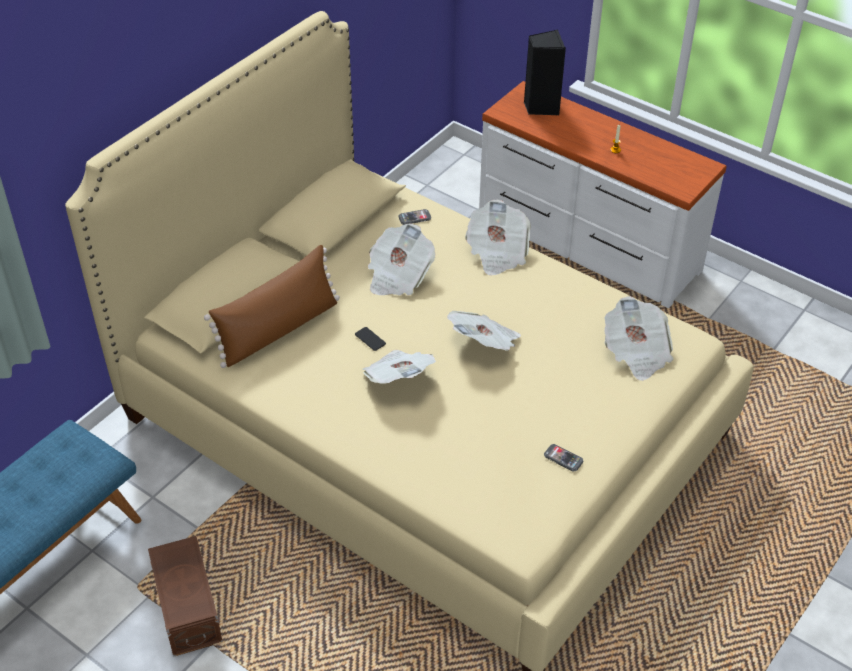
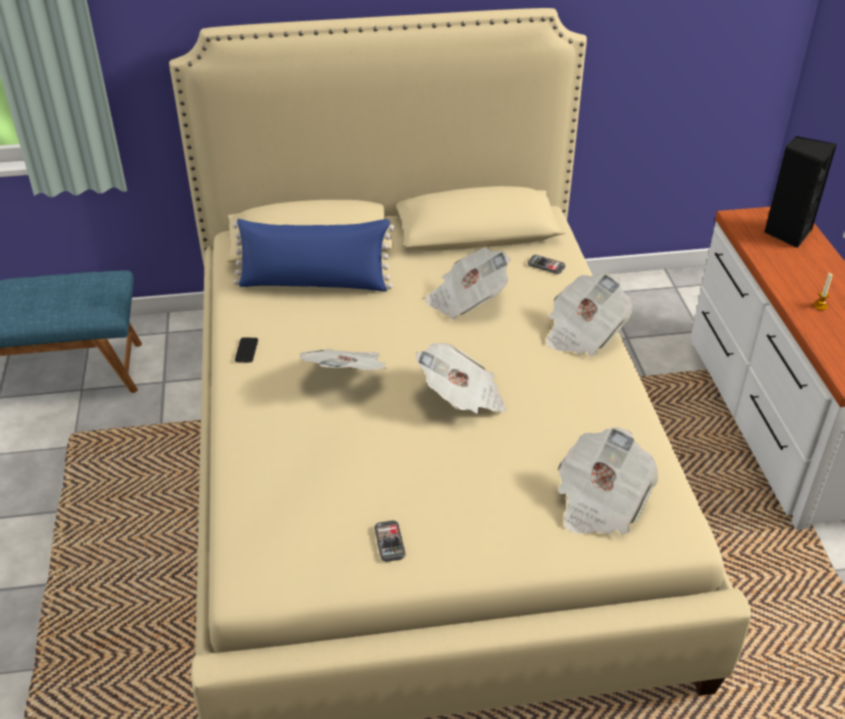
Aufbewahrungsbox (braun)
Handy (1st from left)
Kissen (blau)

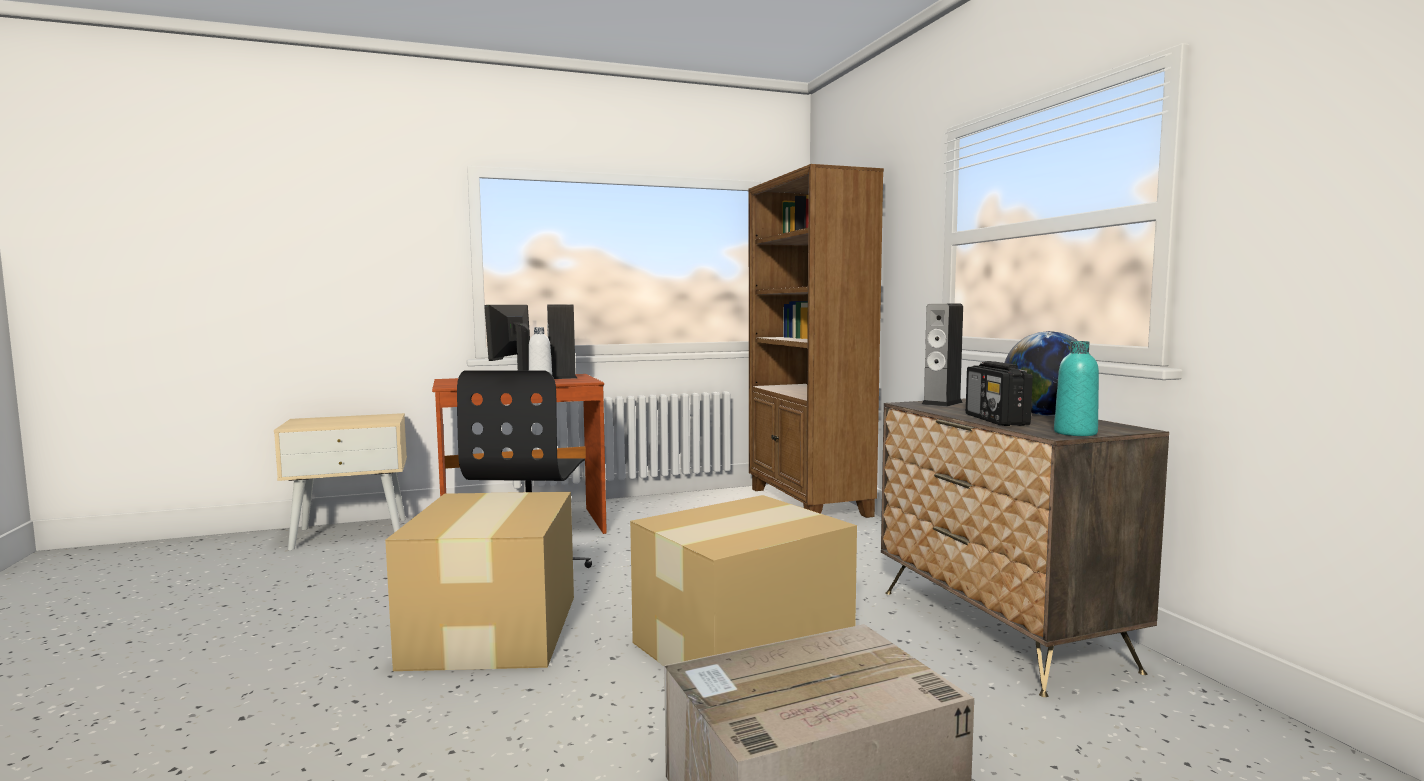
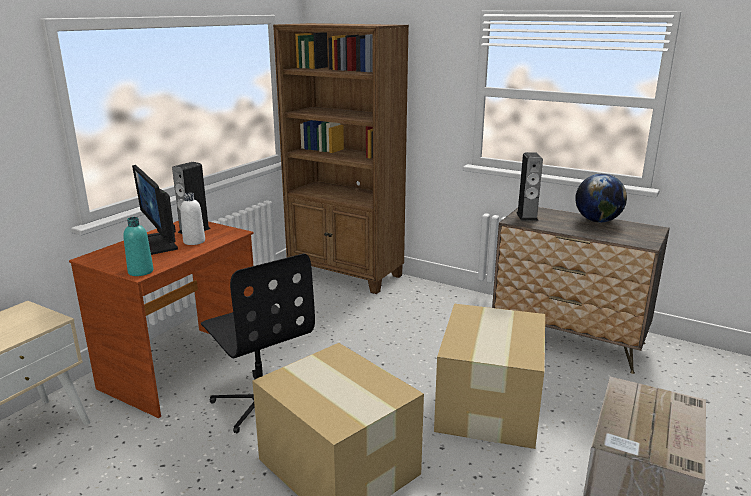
Radio
Flasche (türkis)

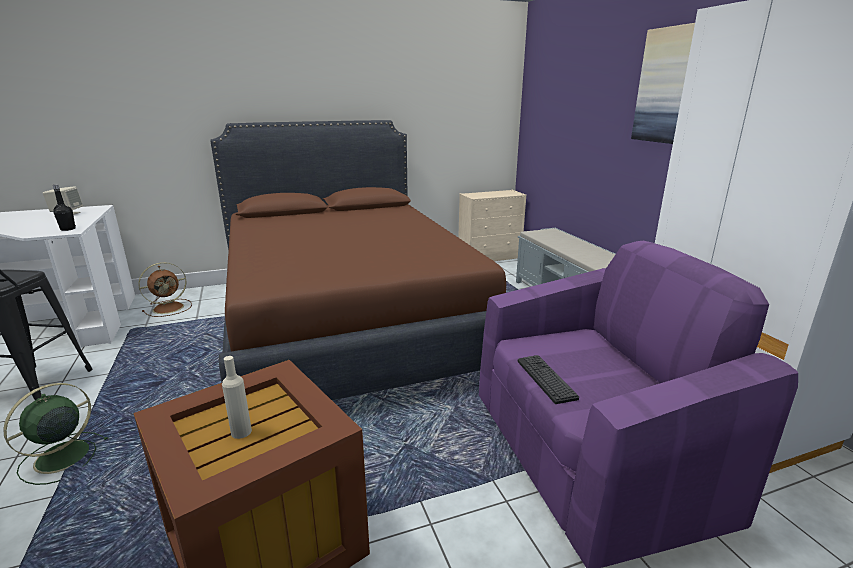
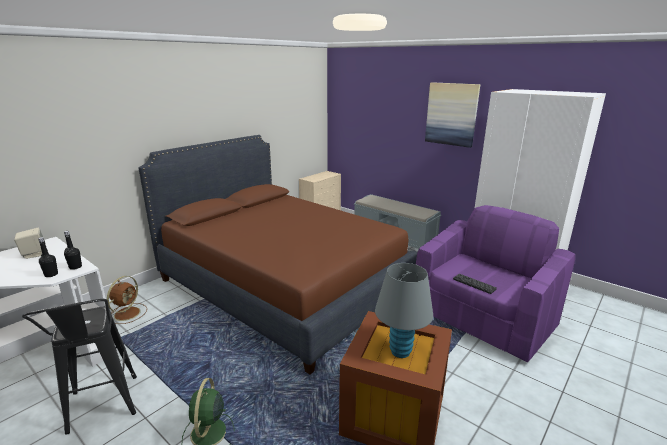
Flasche (schwarz) (1st from left)
Tischlampe (grau)

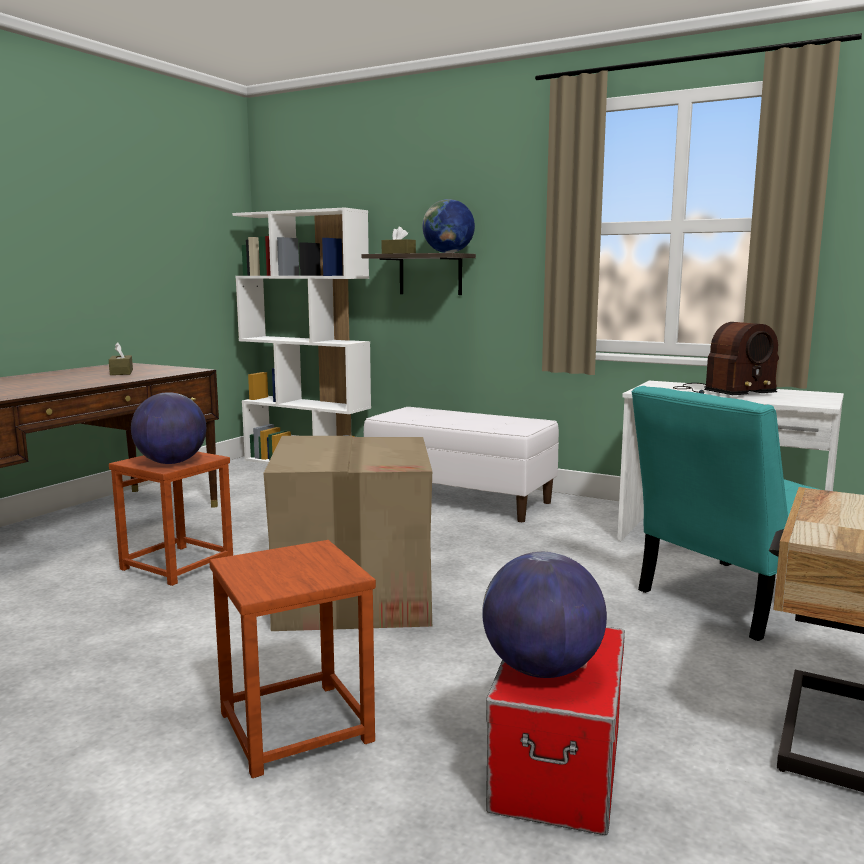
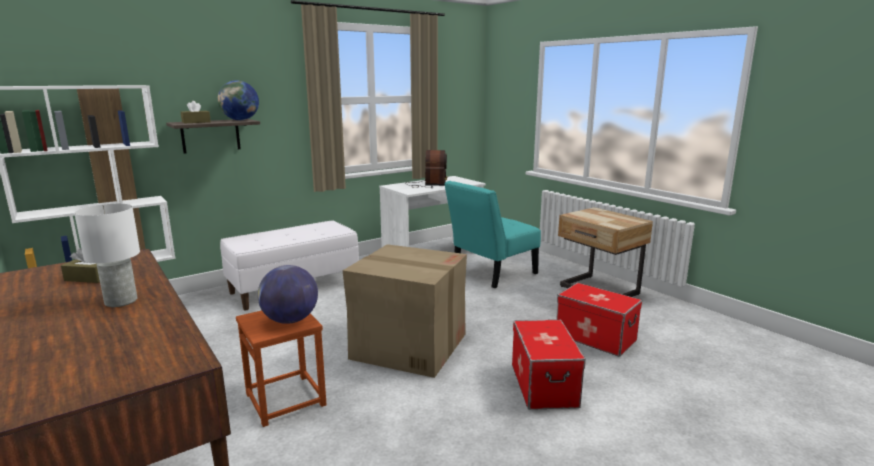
Globus (3rd from left in the first image)
Tischlampe (weiß)
Aufbewahrungsbox (1st from left)
Stuhl (türkis)

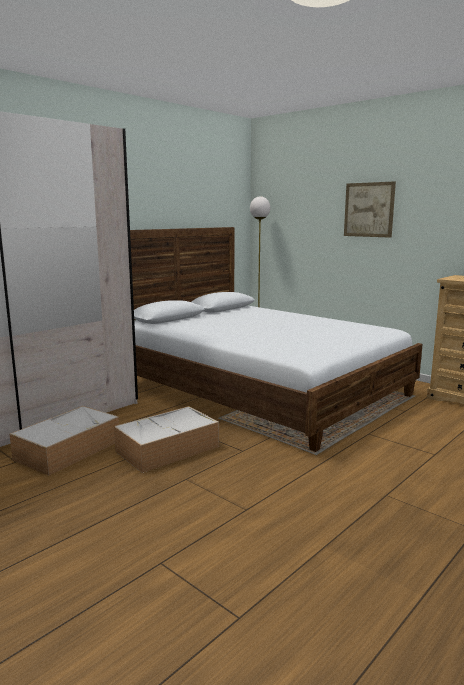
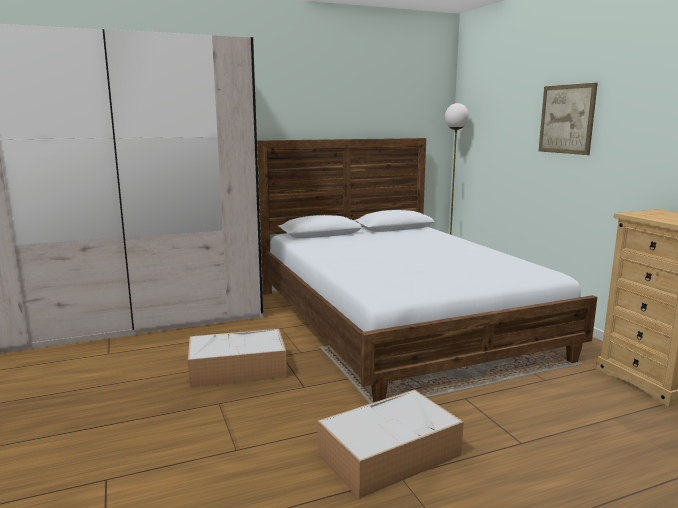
Aufbewahrungsbox (2nd from left)

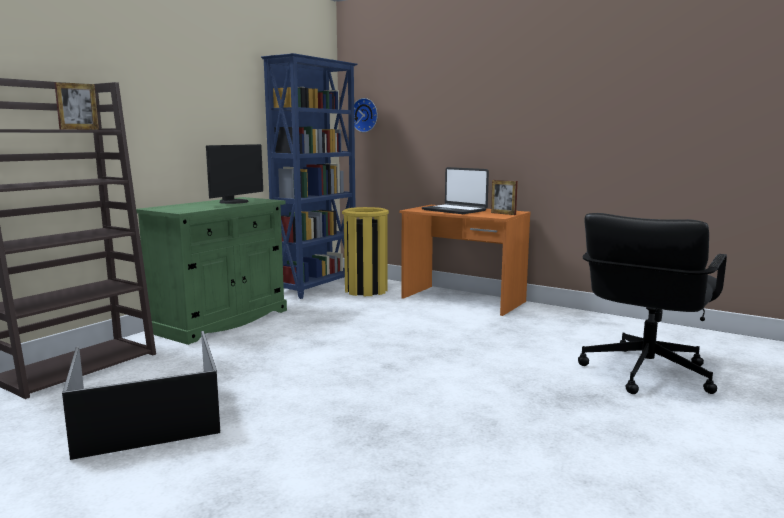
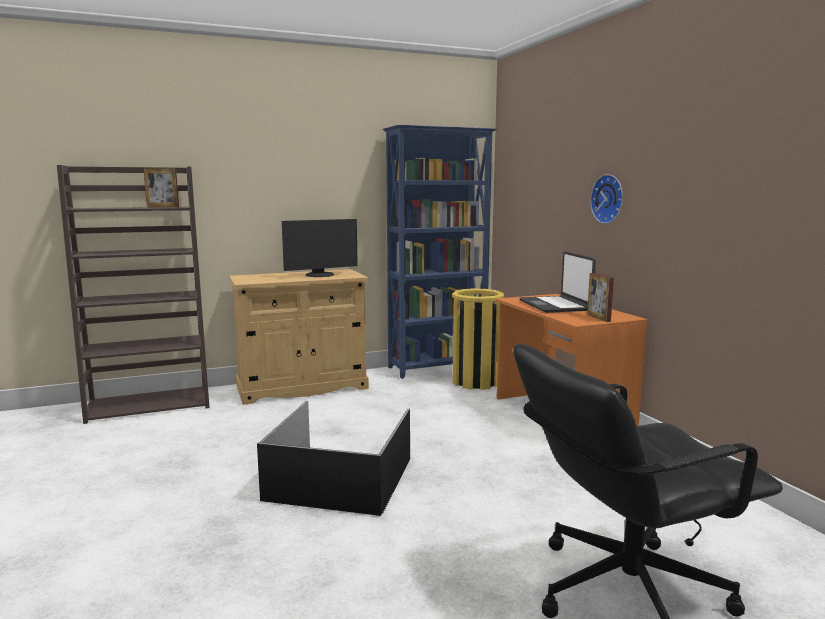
Aufbewahrungsbox (schwarz)
Wanduhr
Schrank (beige)

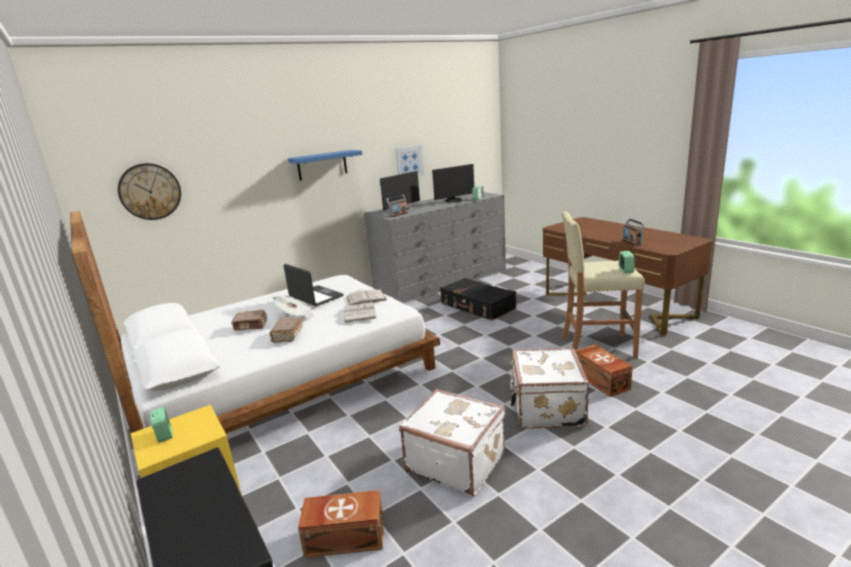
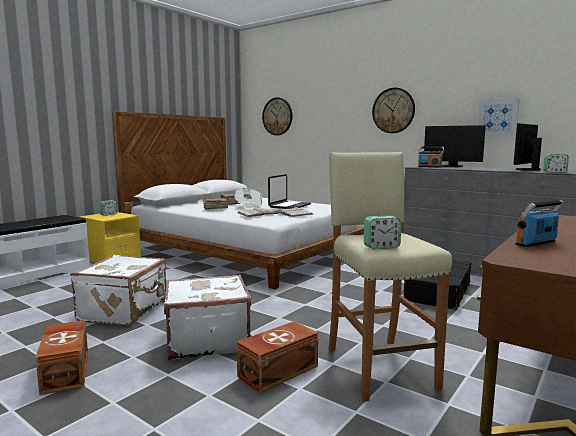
Aufbewahrungsbox (braun) (1st from left)
Wanduhr (2nd from left)
Monitor (2nd from left)

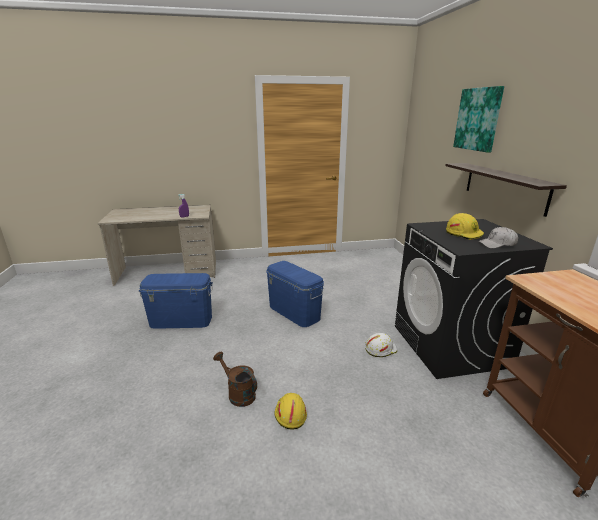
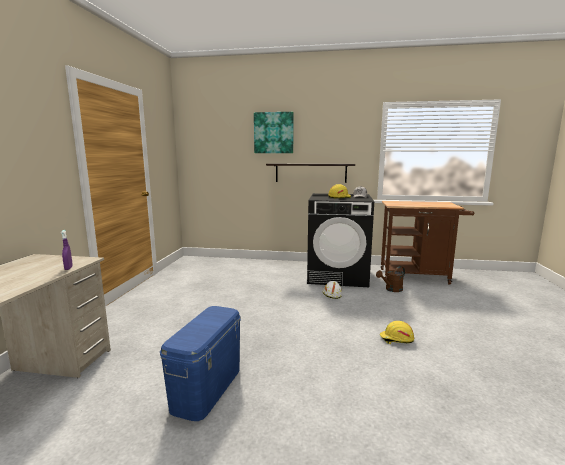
Aufbewahrungsbox (blau) (2nd from left in the first image)
Gießkanne (braun)

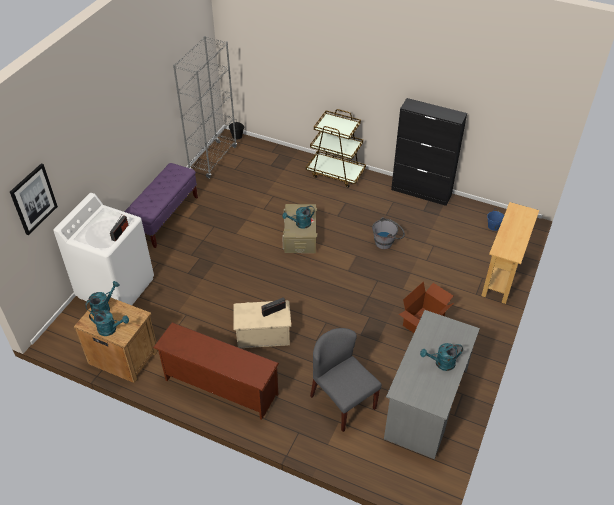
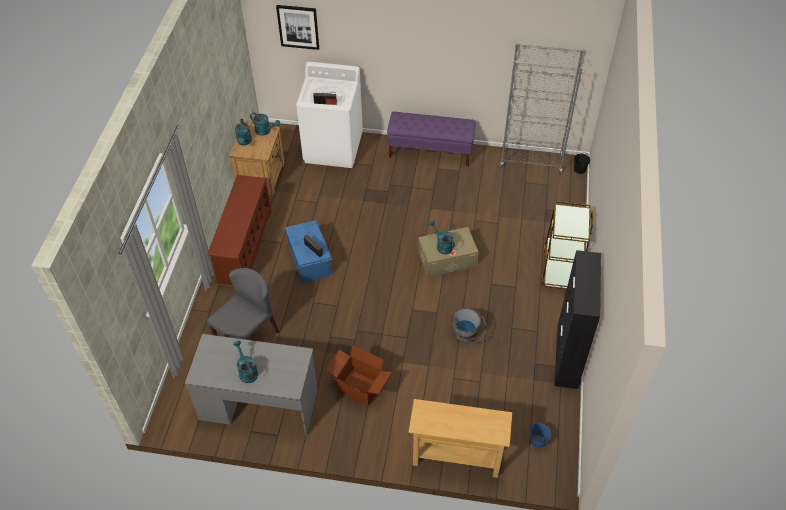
Aufbewahrungsbox (blau)

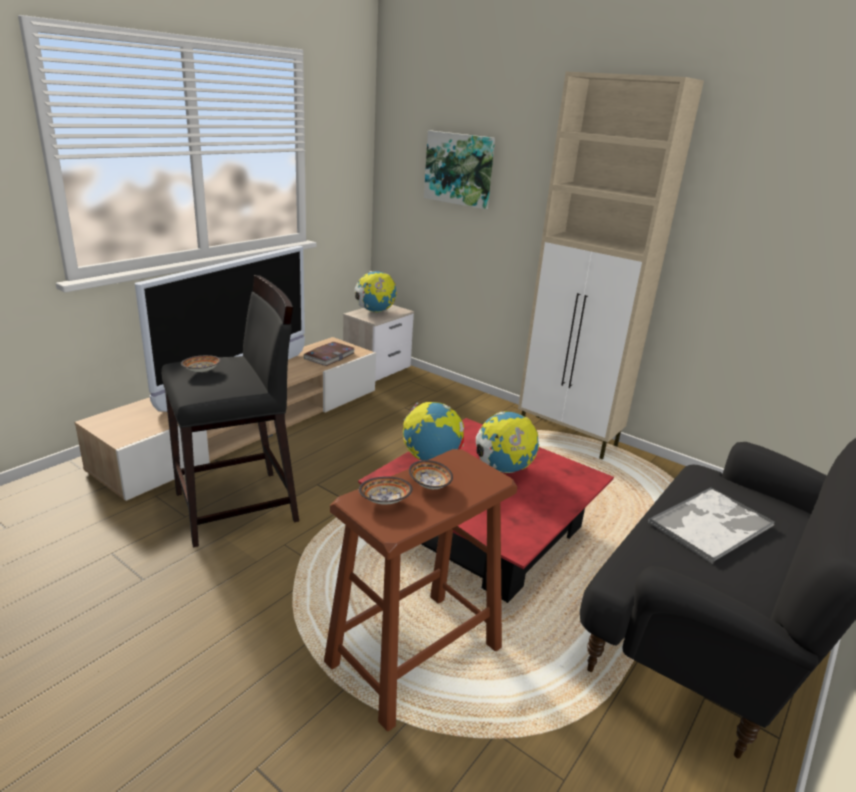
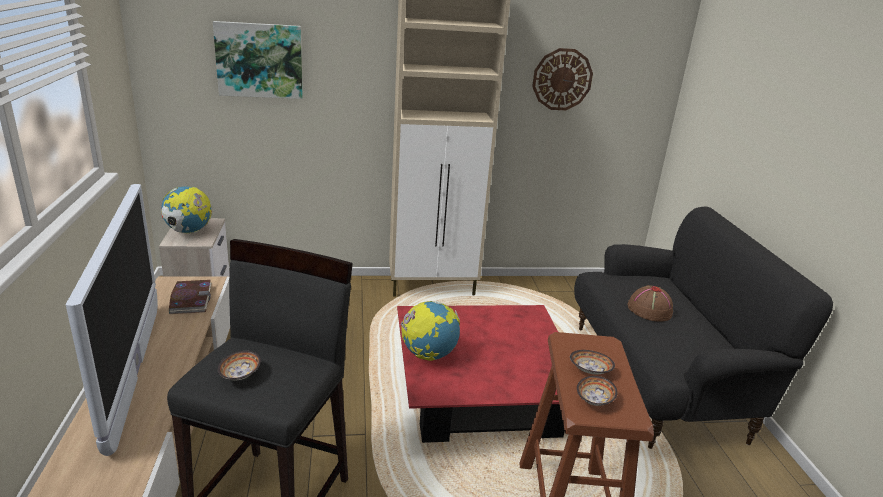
Globus (3rd from left in the first image)
Wanduhr
Hut (braun)

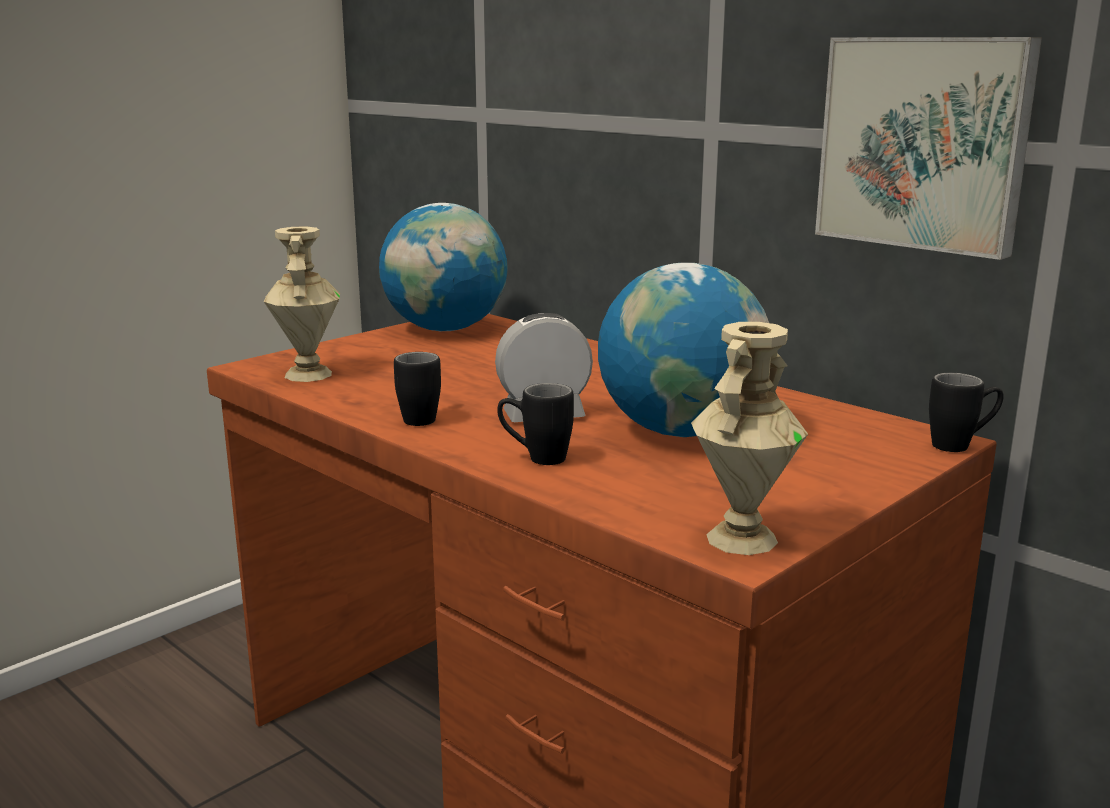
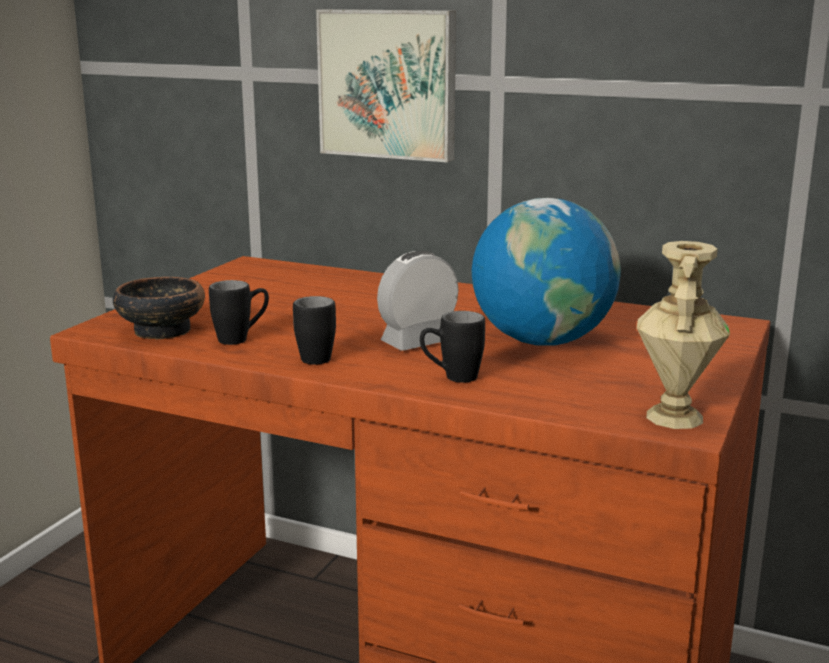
Globus (1st from left in the first image)
Bild
Henkelbecher (schwarz) (1st from left)
Schüssel

